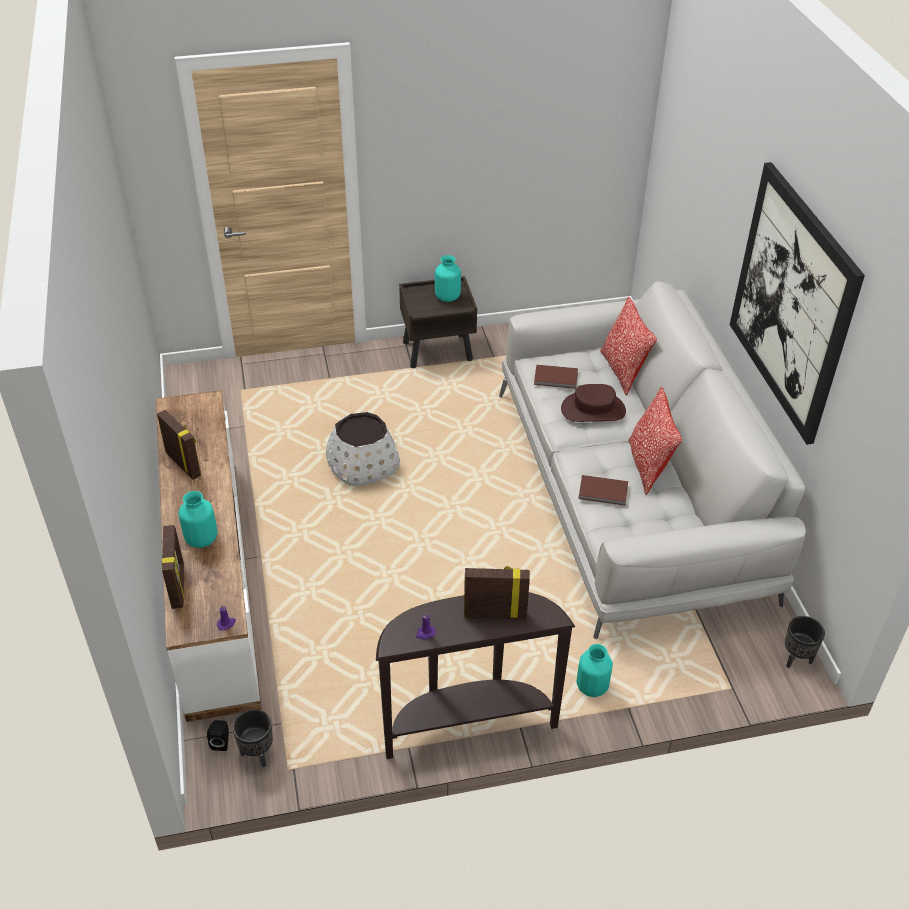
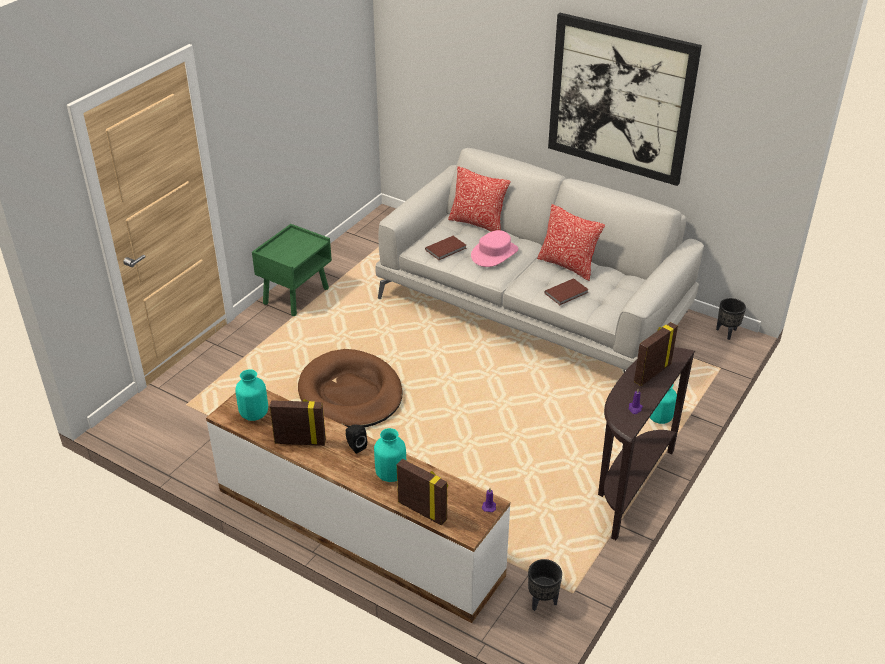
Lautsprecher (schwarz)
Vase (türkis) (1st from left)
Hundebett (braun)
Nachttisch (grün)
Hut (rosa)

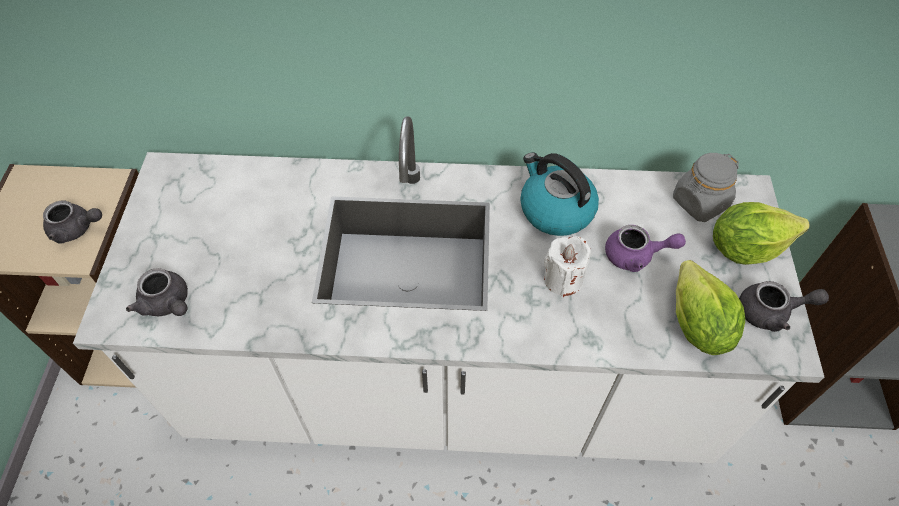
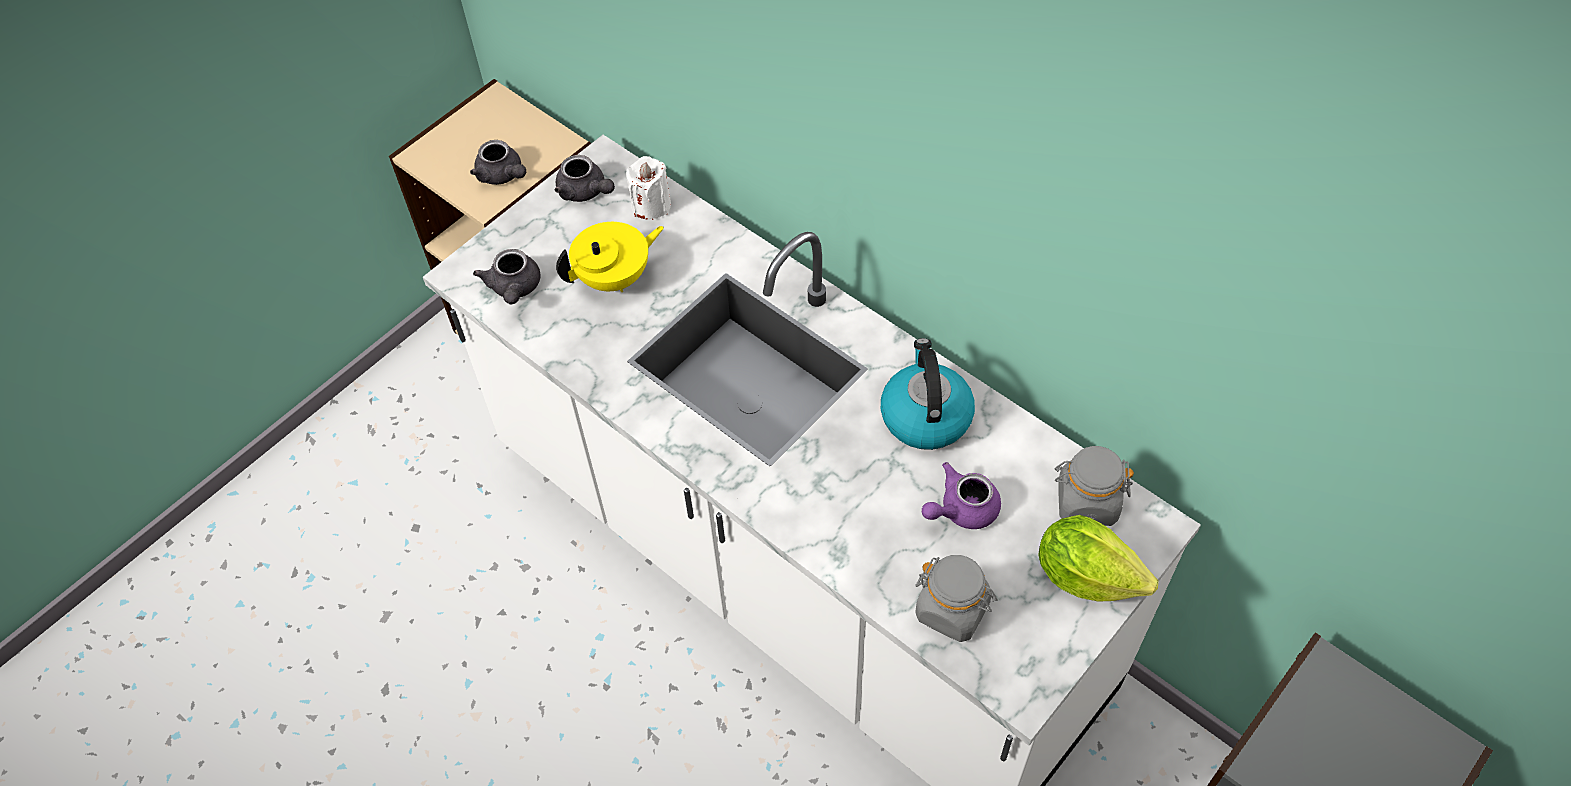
Teekanne (gelb)
Kerze (weiß)
Teekanne (grau) (3rd from left)
Vorratsglas (grau) (1st from left)
Teekanne (lila)

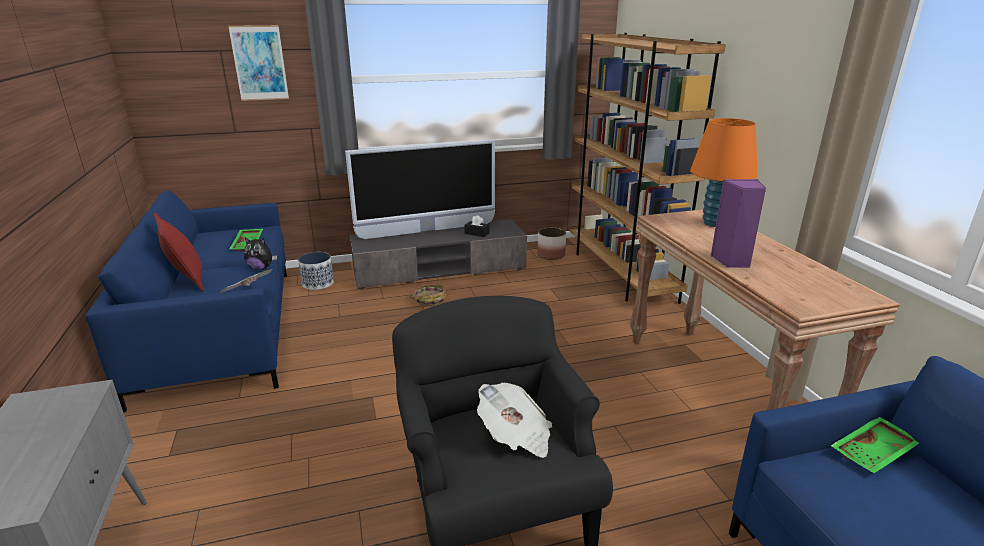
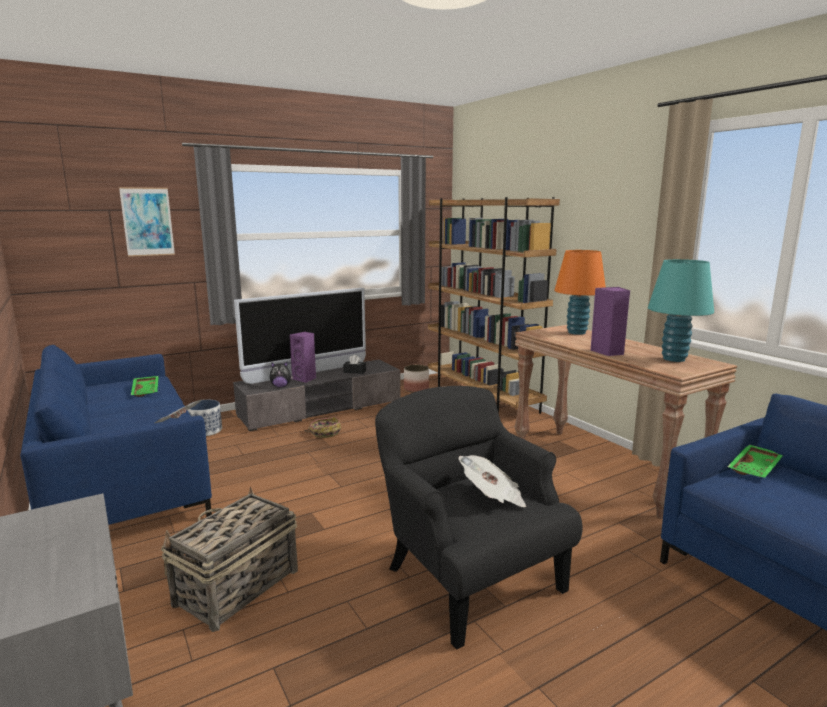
Kissen (rot)
Korb (1st from left)
Lautsprecher (lila) (1st from left)
Tischlampe (türkis)
Plüschtier

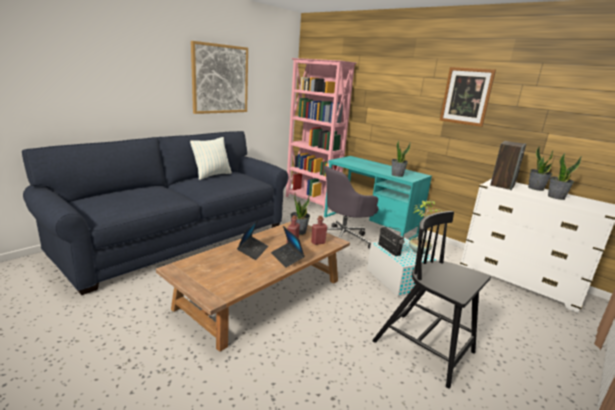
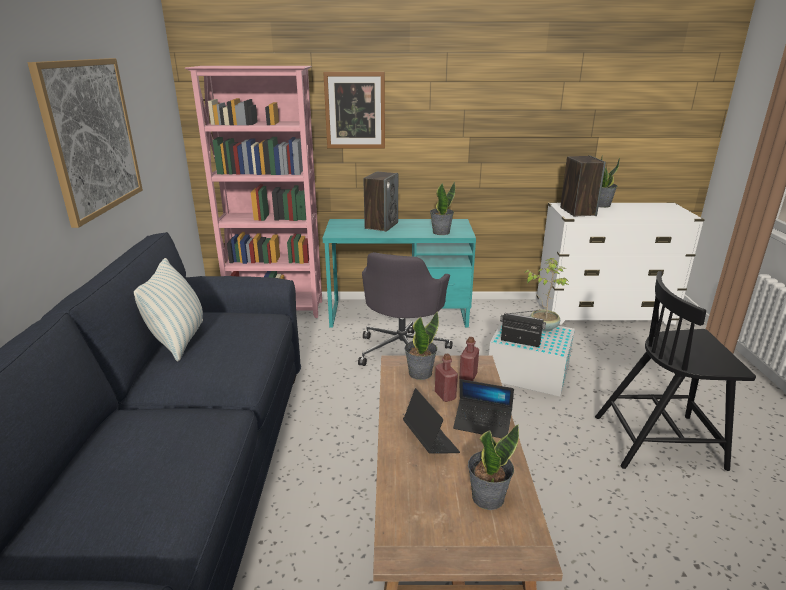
Lautsprecher (1st from left)
Bild (2nd from left)
Topfpflanze (3rd from left)

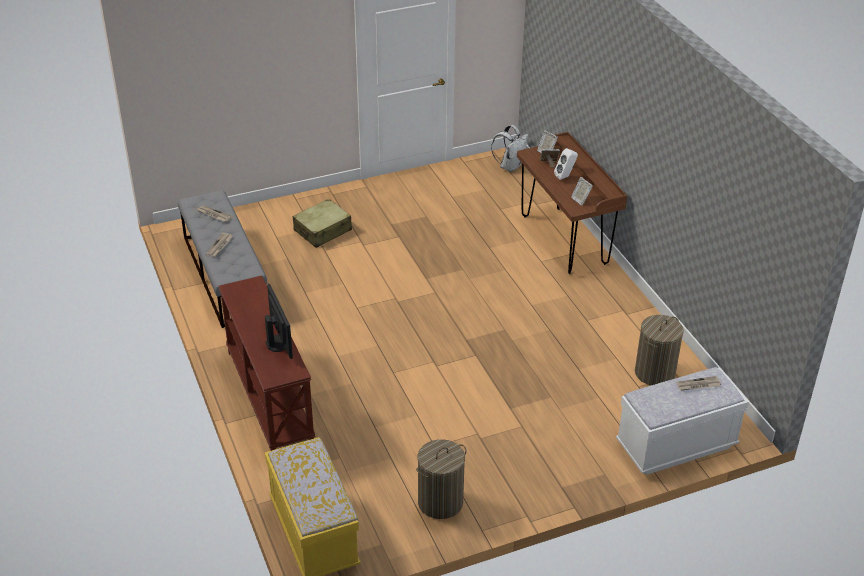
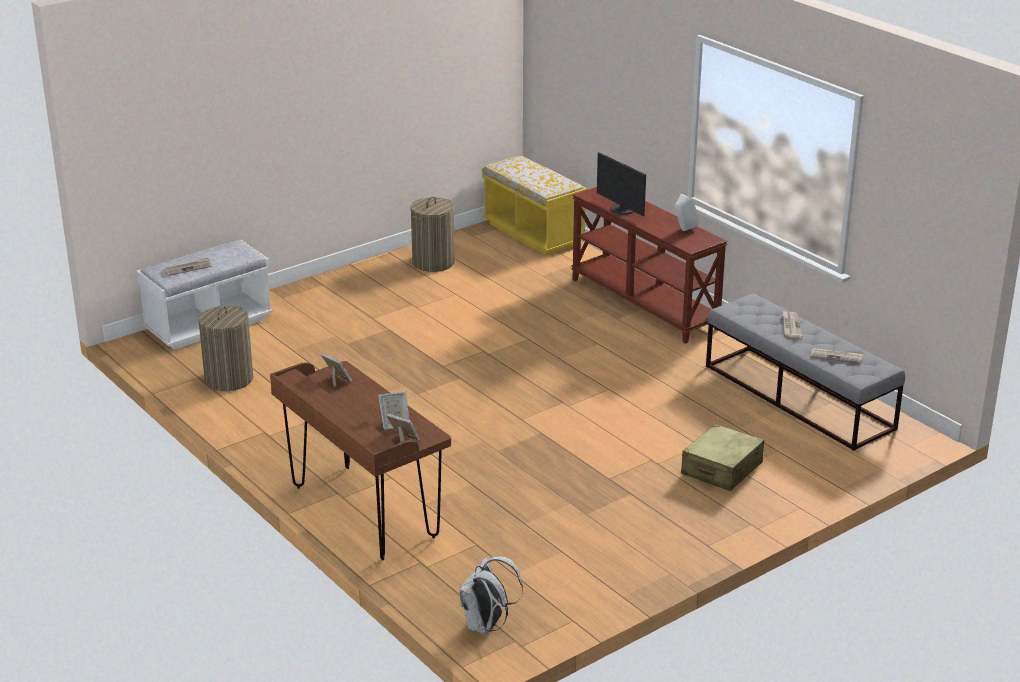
Lautsprecher (weiß)

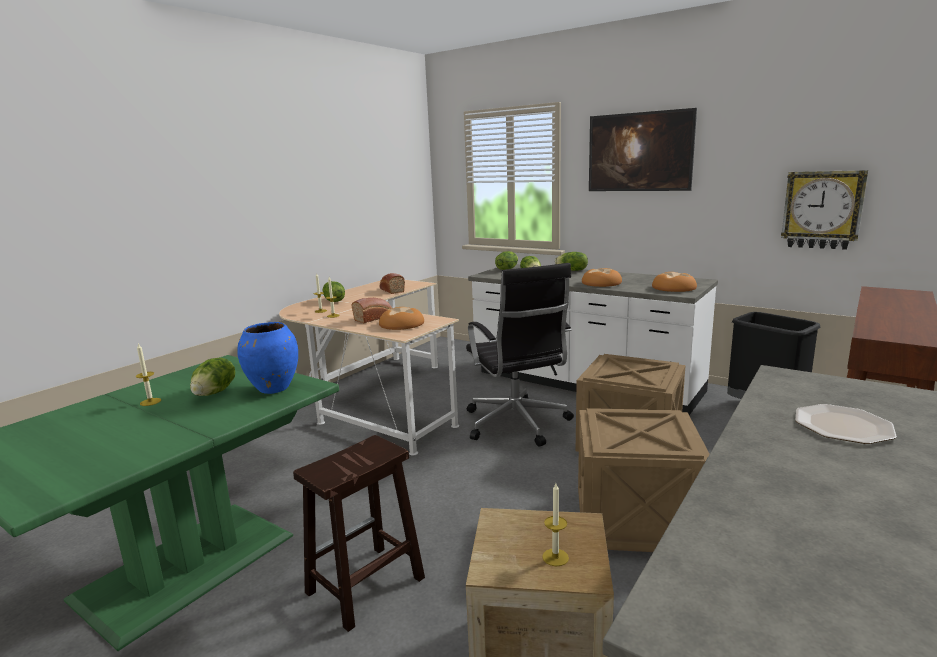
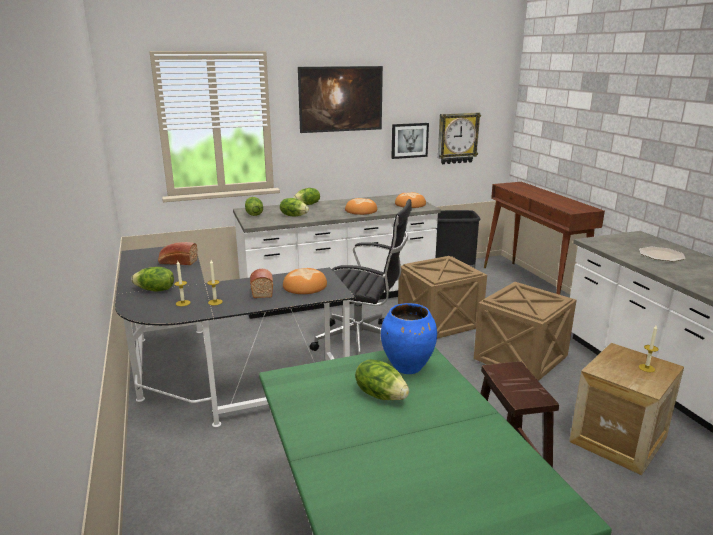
Kerze (1st from left in the first image)
Bild (2nd from left)
Schreibtisch (schwarz)

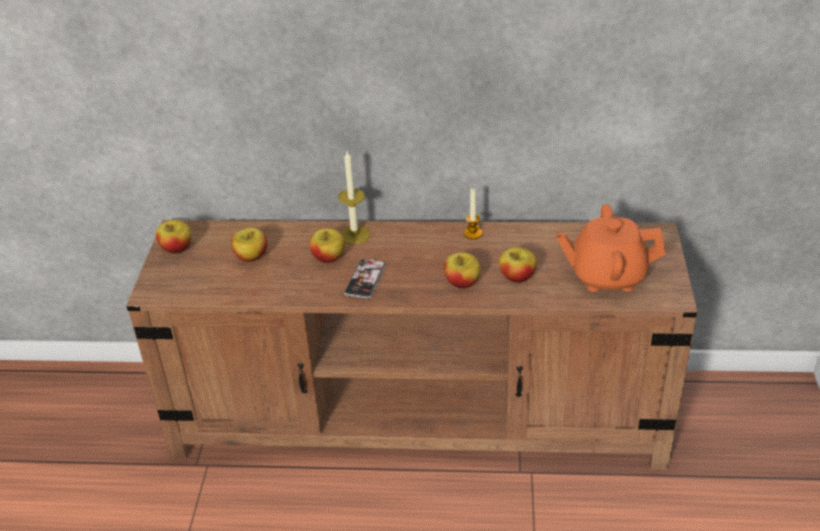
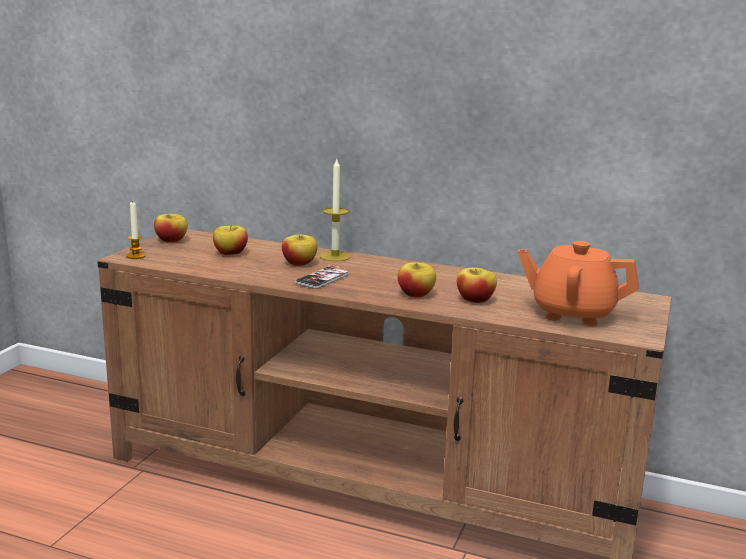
Kerze (1st from left)

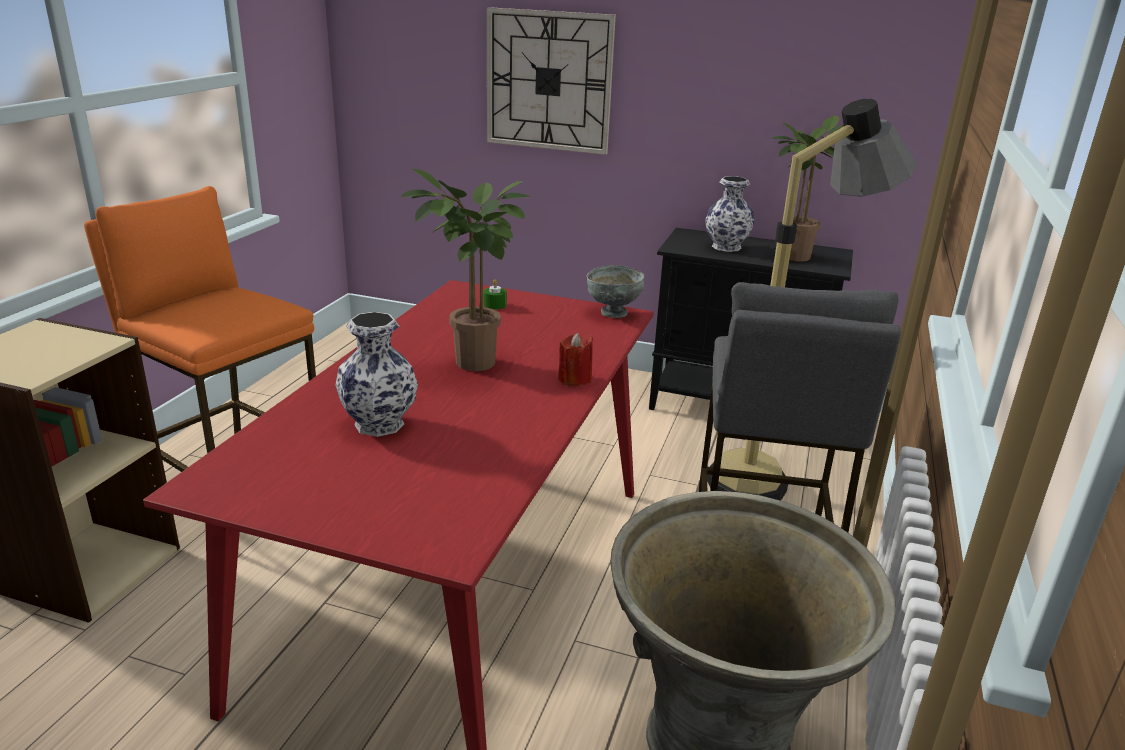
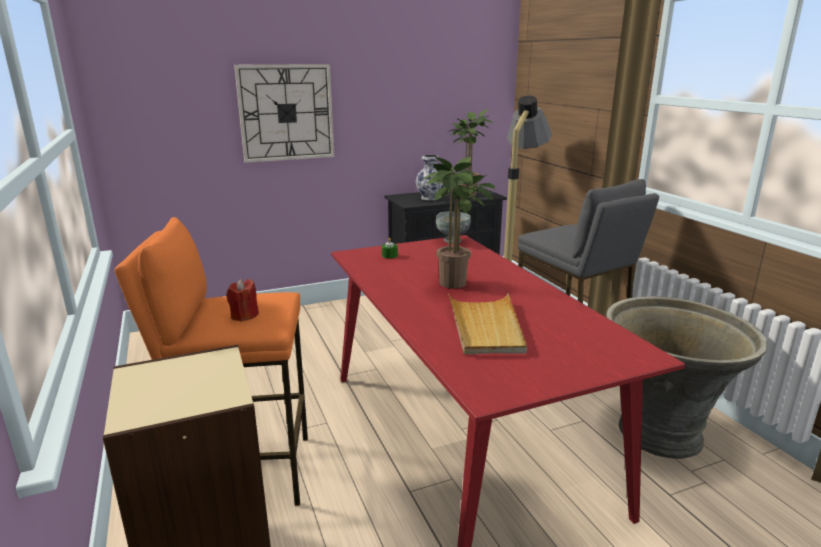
Kerze (rot)
Tablett (beige)

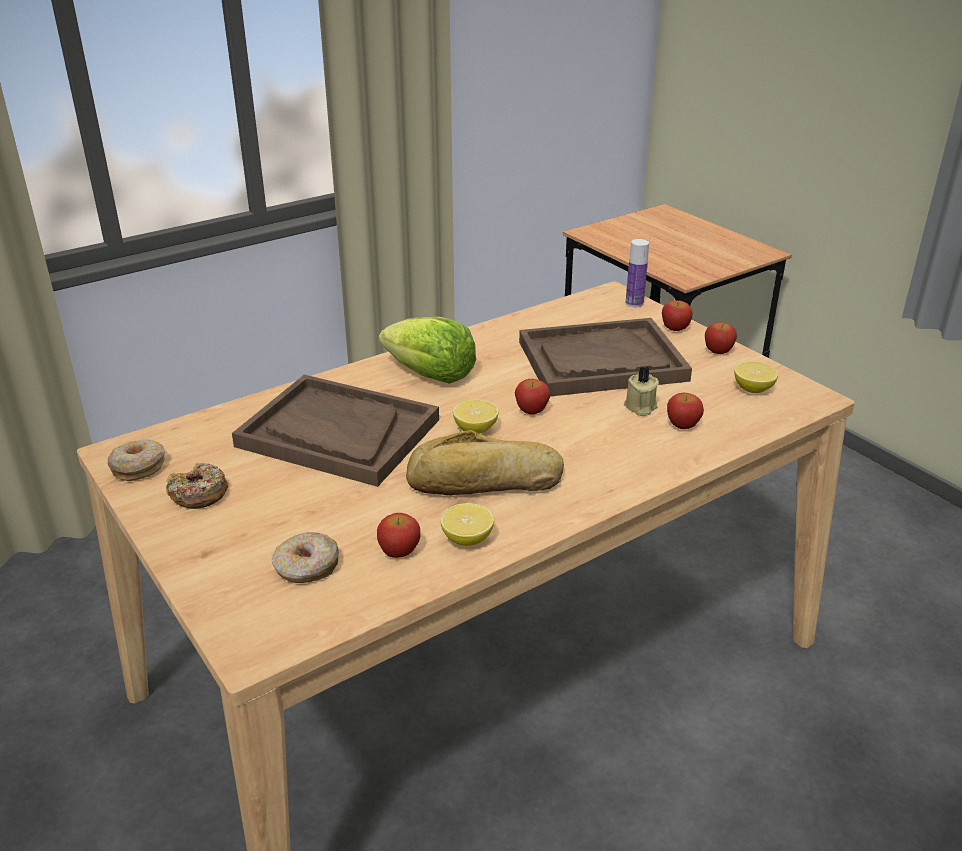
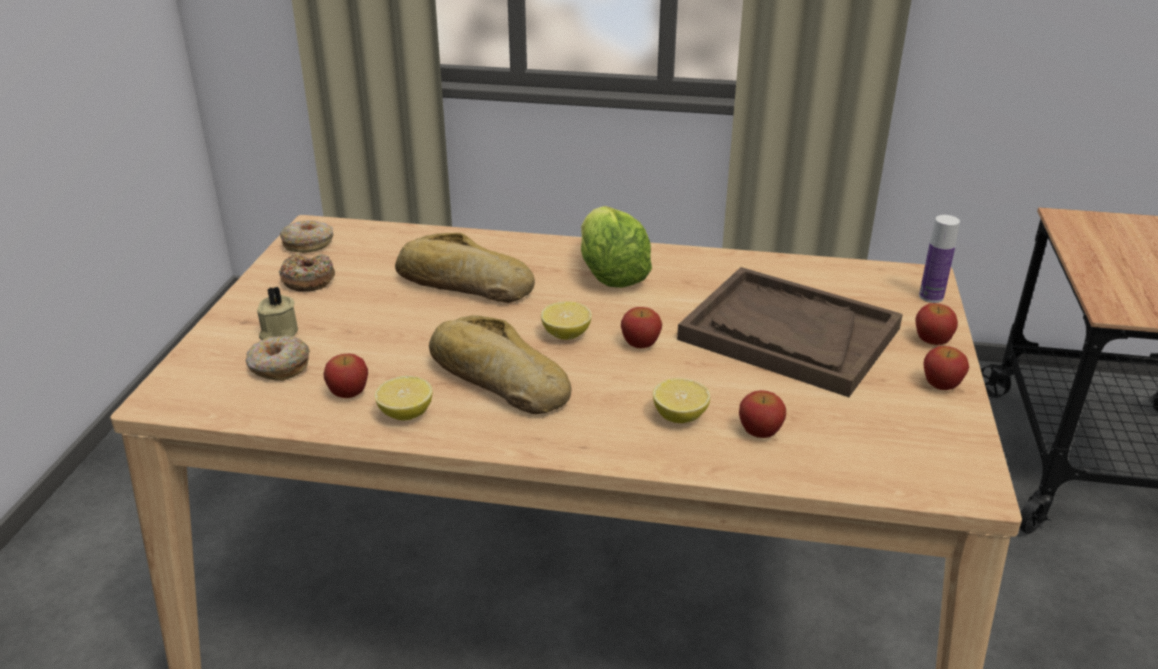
Kerze (beige)
Zitrone (3rd from left)
Brot (1st from left)

